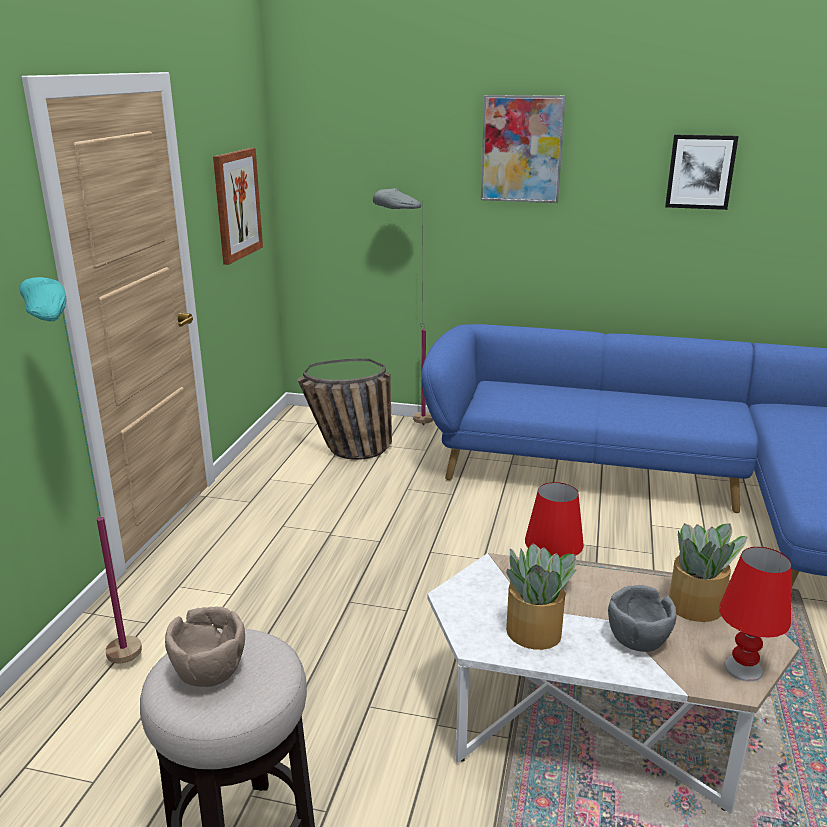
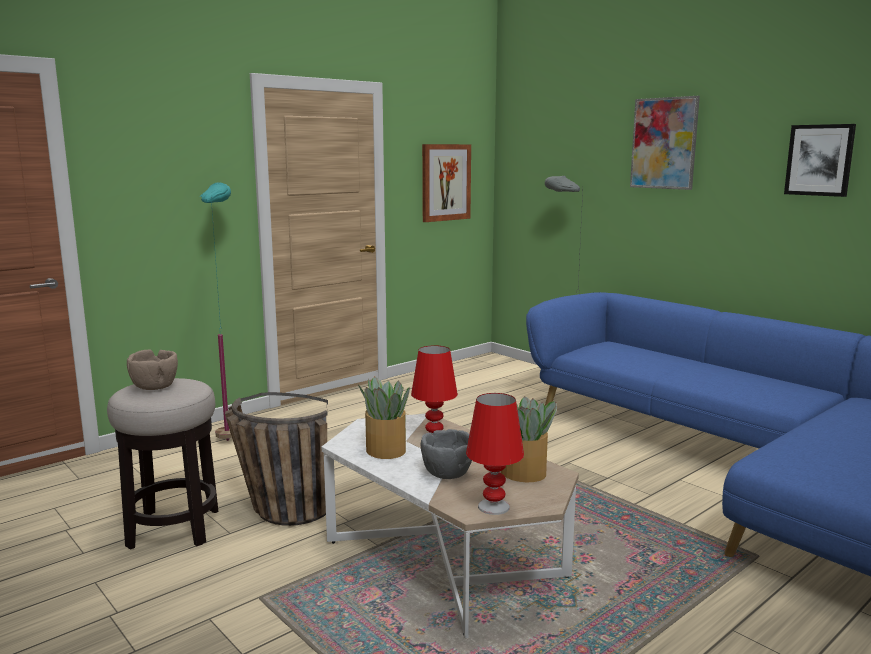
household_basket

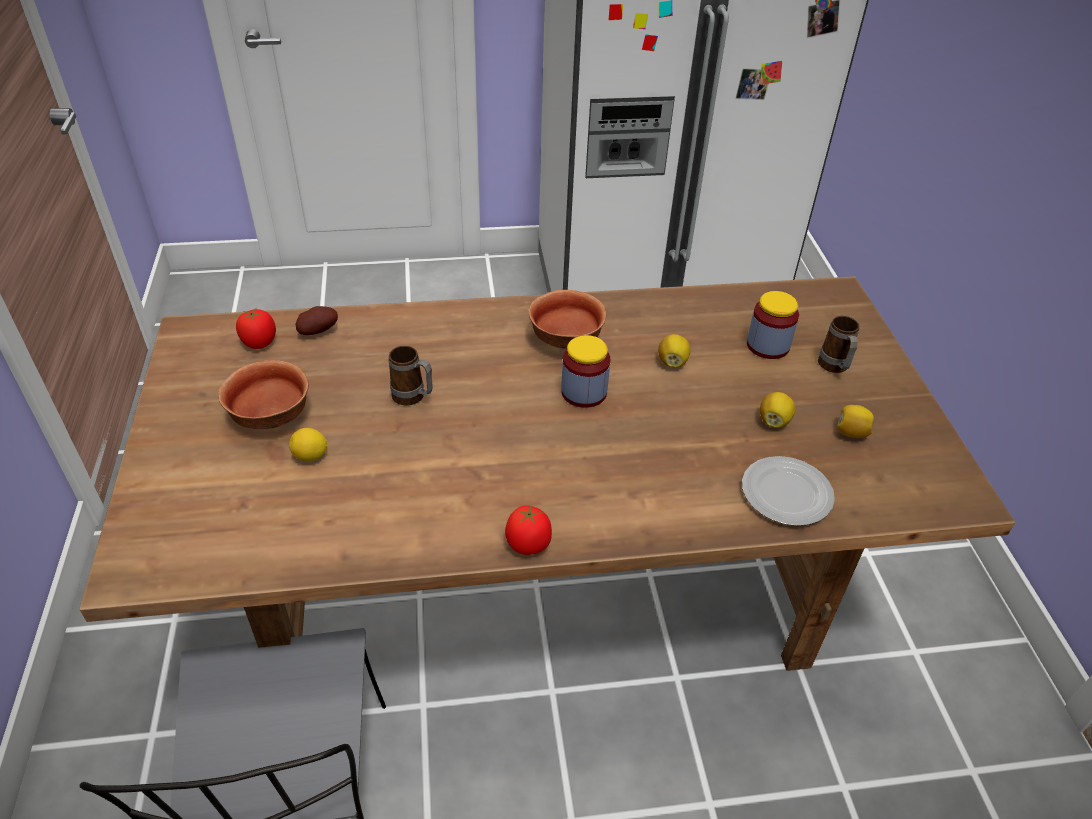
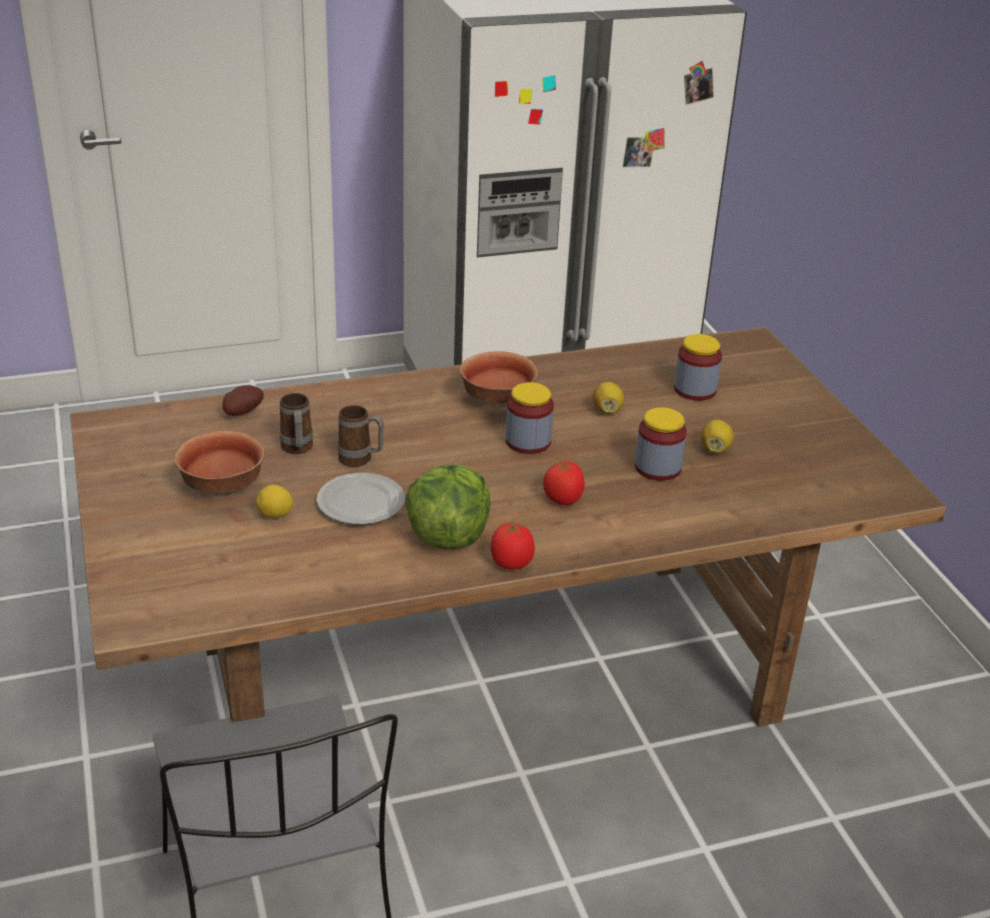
tea_mug (1st from left)
flat_dish
head_of_lettuce
fresh_tomato (2nd from left)
storage_jar (2nd from left)
whole_lemon (4th from left in the first image)

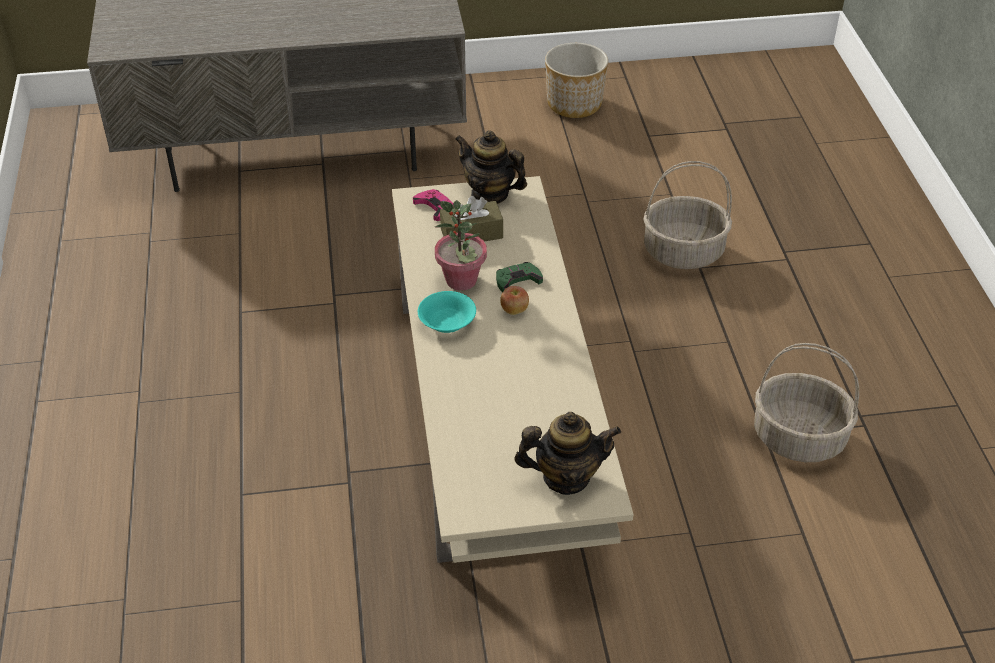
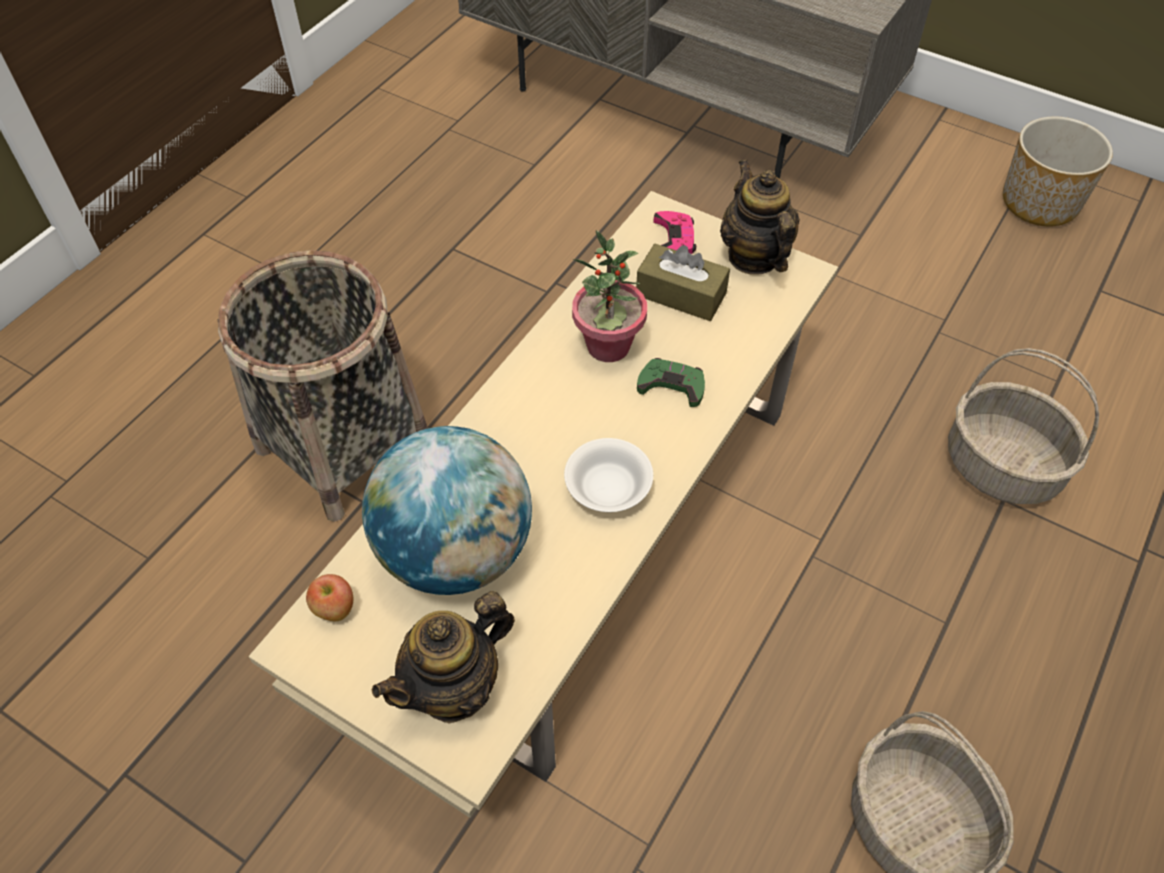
household_basket (1st from left)
apple
desk_globe
tea_pot (1st from left)
whitish_deep_dish
turquoise_deep_dish

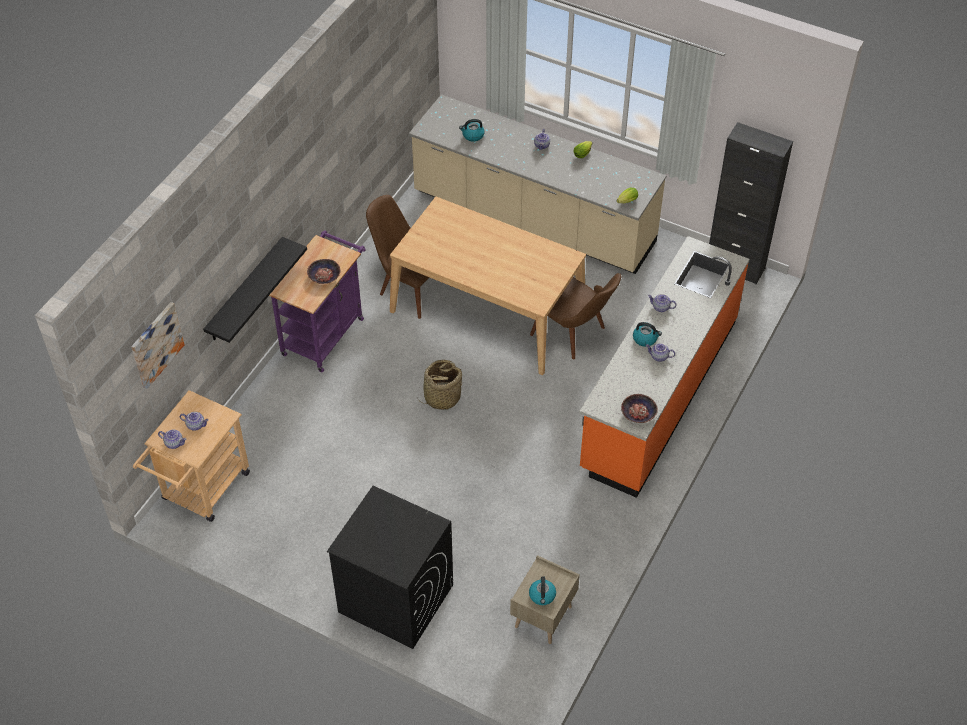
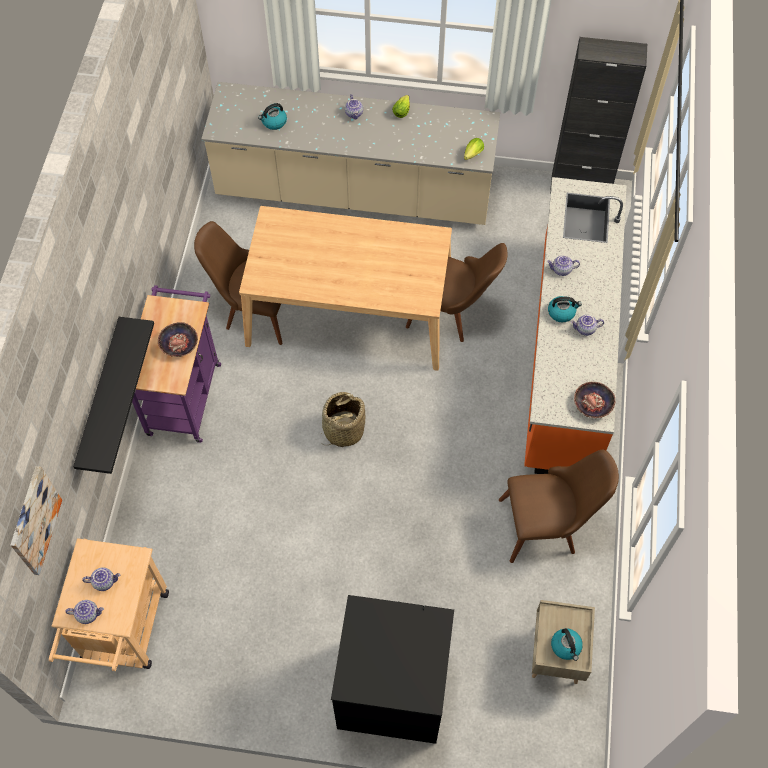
brownish_plain_chair (3rd from left)

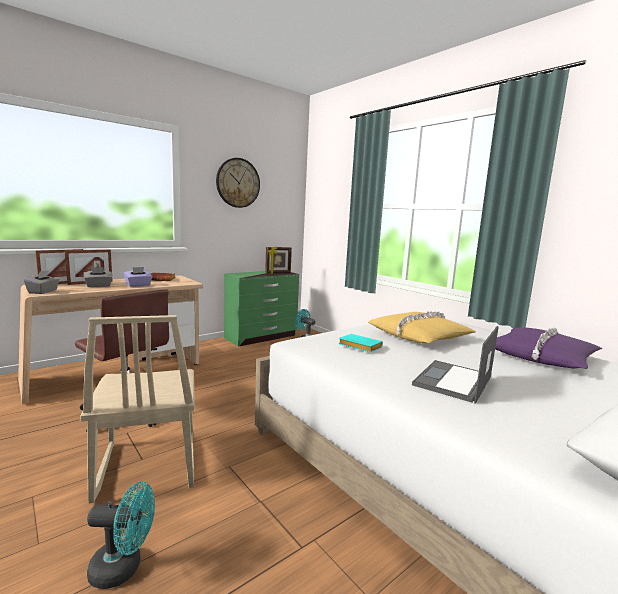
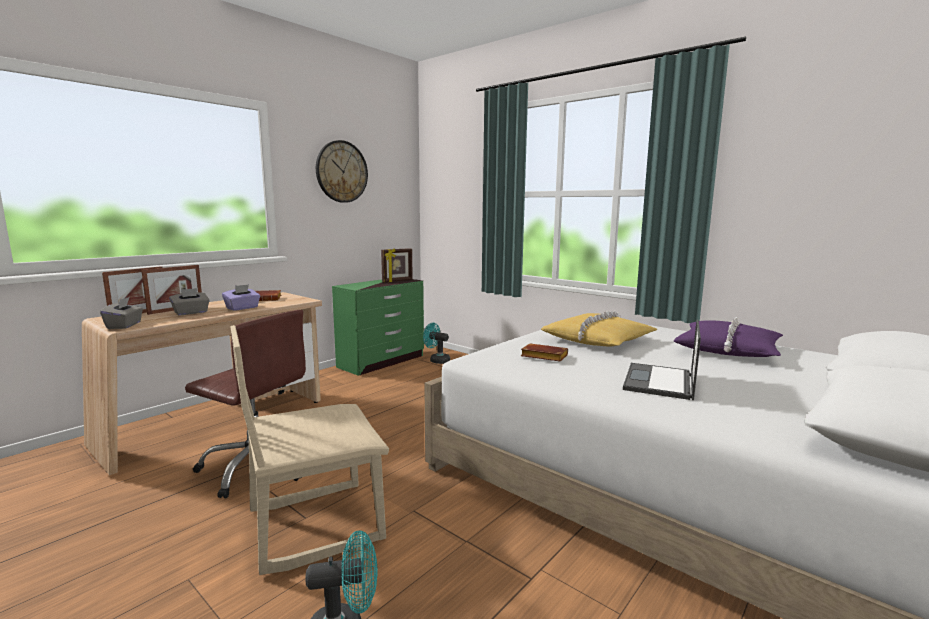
sand-coloured_plain_chair
brownish_book (2nd from left)

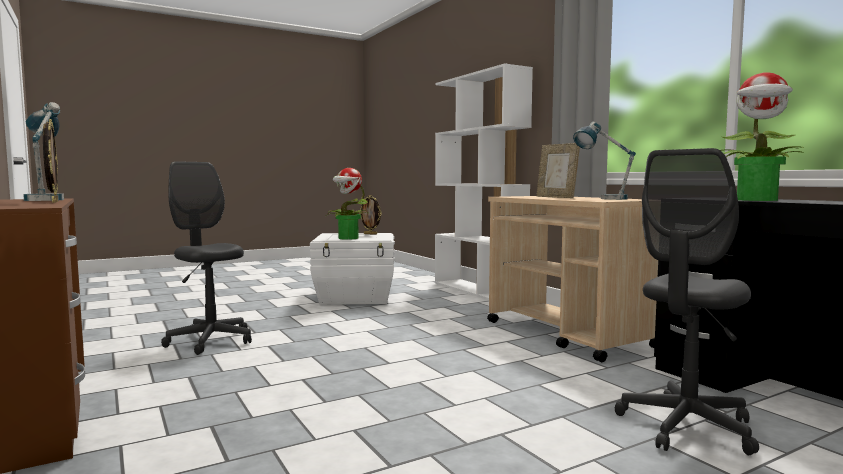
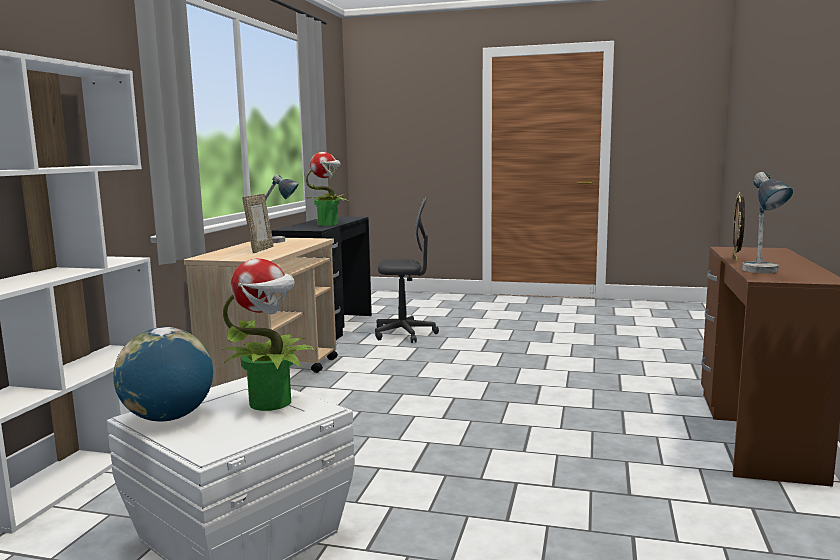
desk_globe
gray_computer_chair (1st from left in the first image)

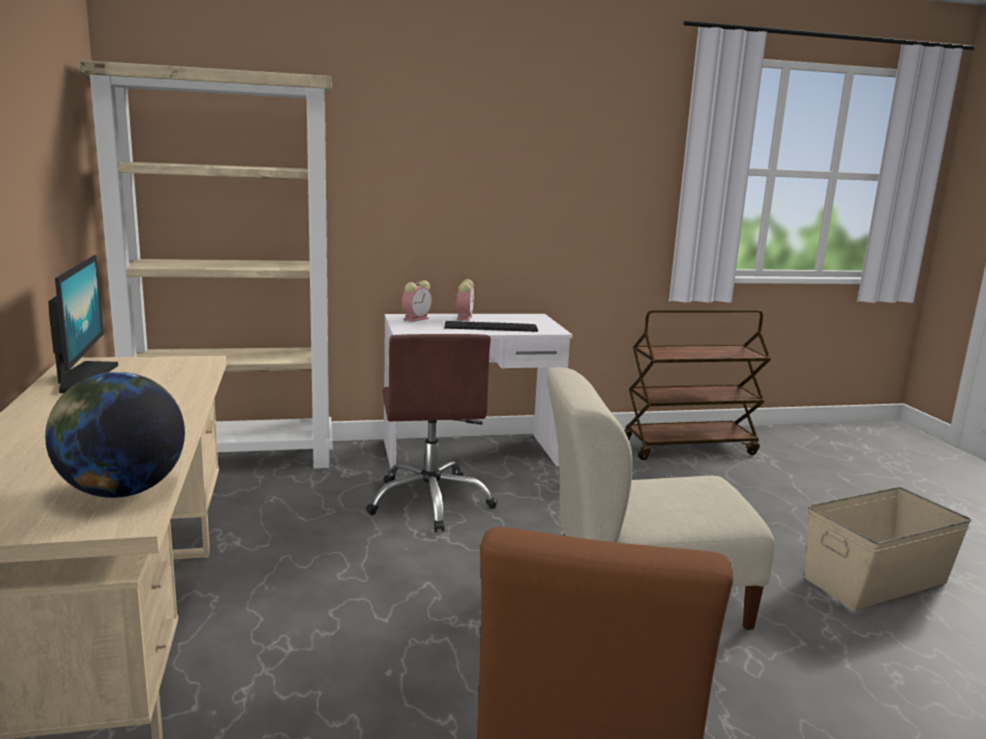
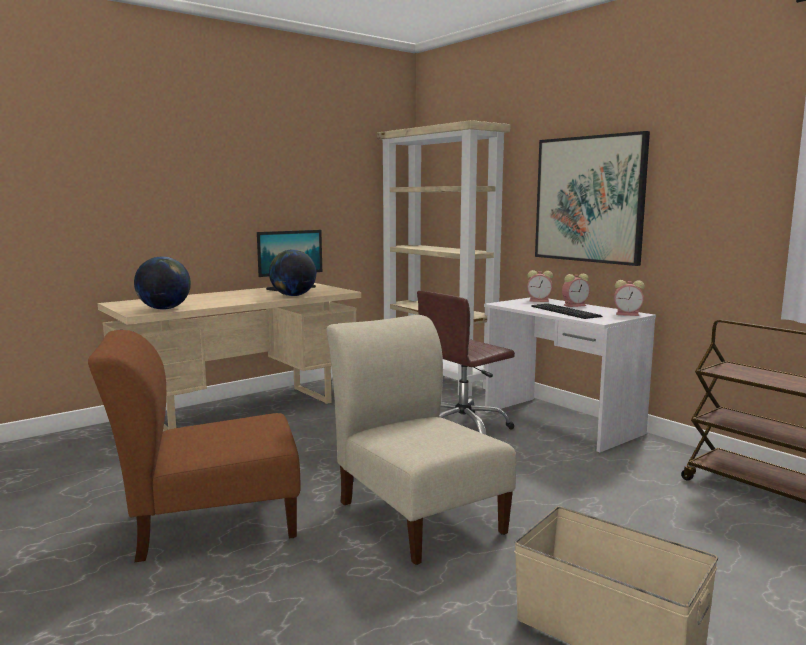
desk_globe (2nd from left)
wall_art
table_clock (3rd from left)

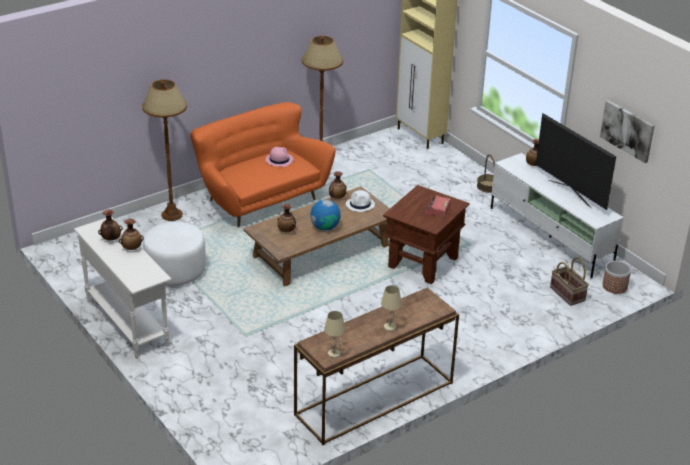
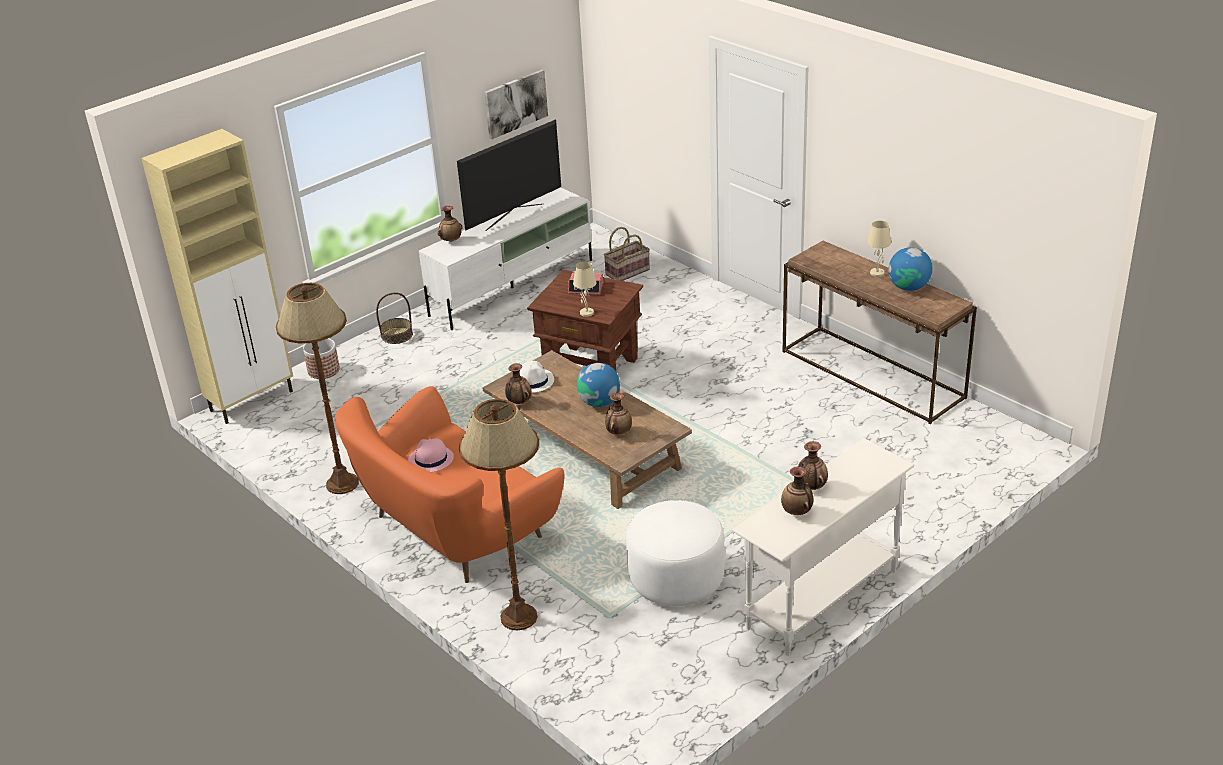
plant_pot
sand-coloured_table_lamp (1st from left)
desk_globe (2nd from left)

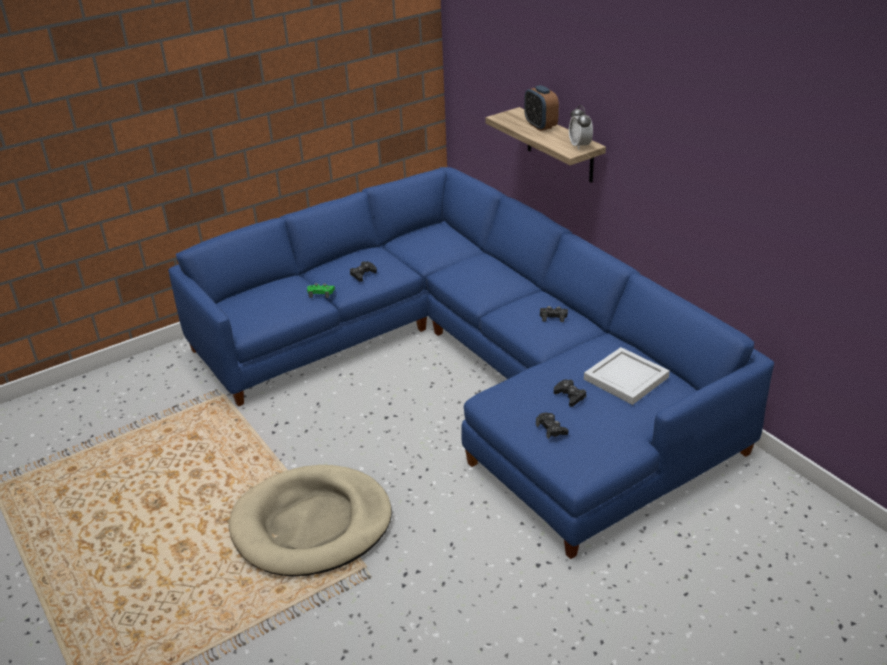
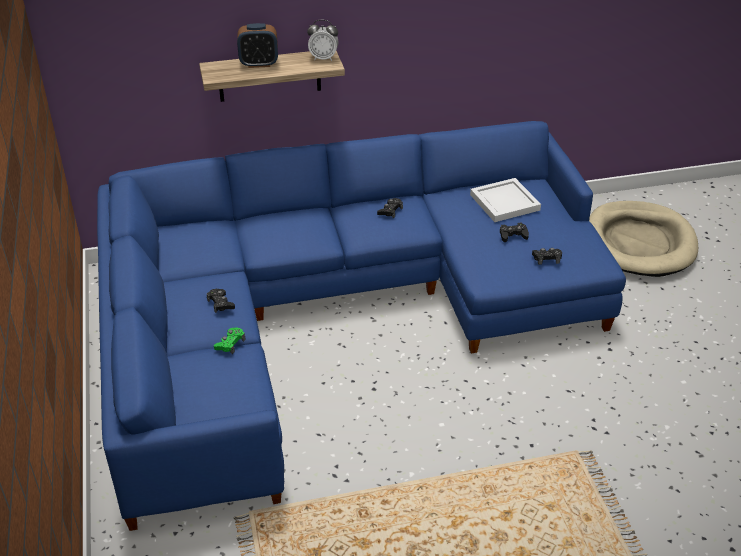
sand-coloured_pet_bed

